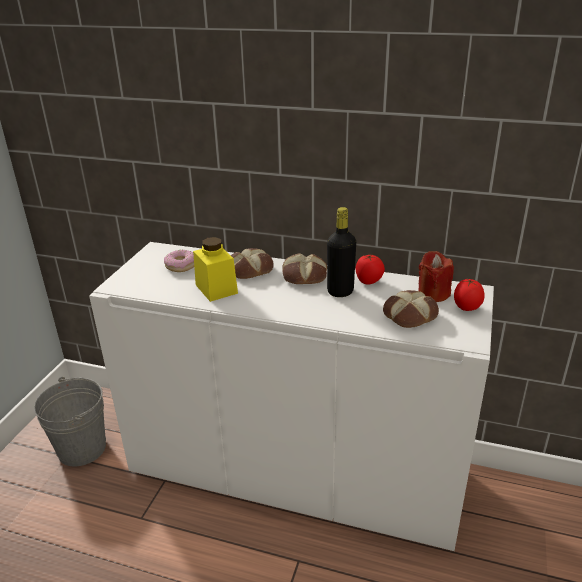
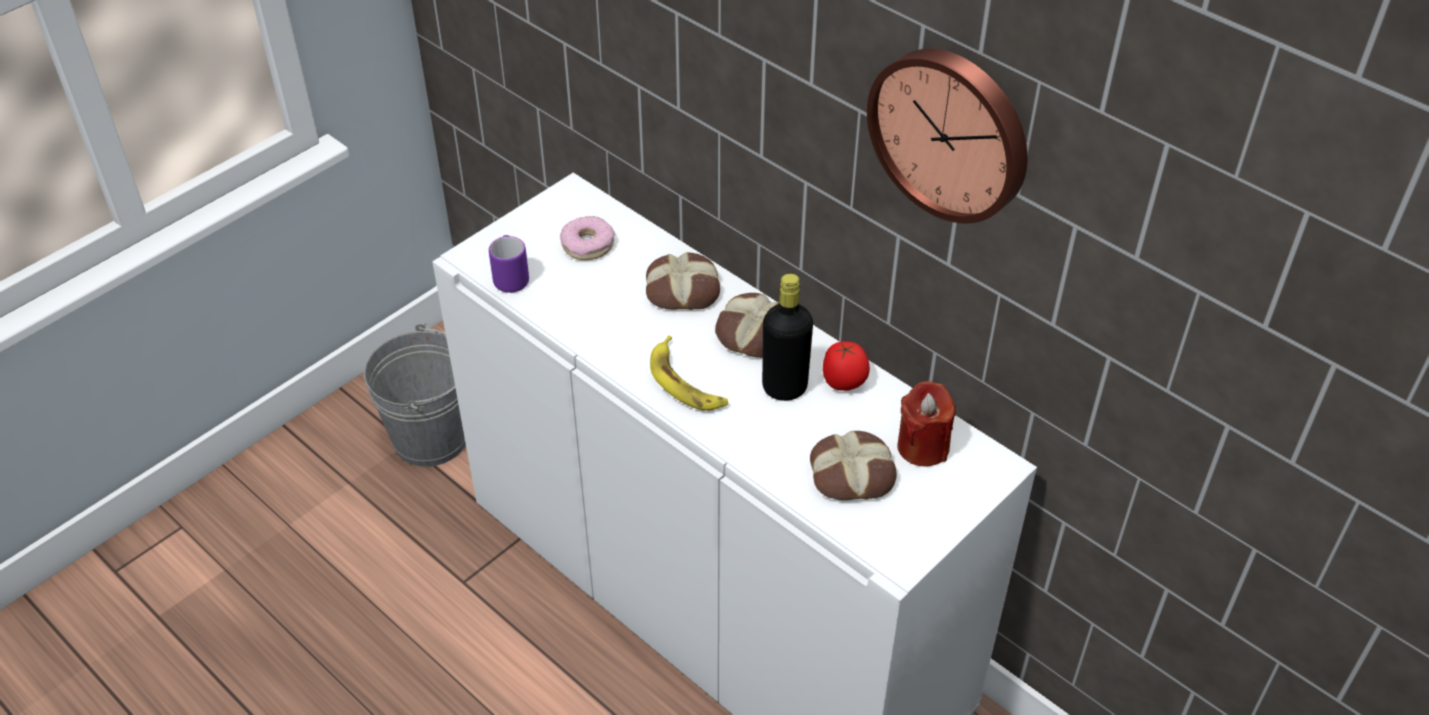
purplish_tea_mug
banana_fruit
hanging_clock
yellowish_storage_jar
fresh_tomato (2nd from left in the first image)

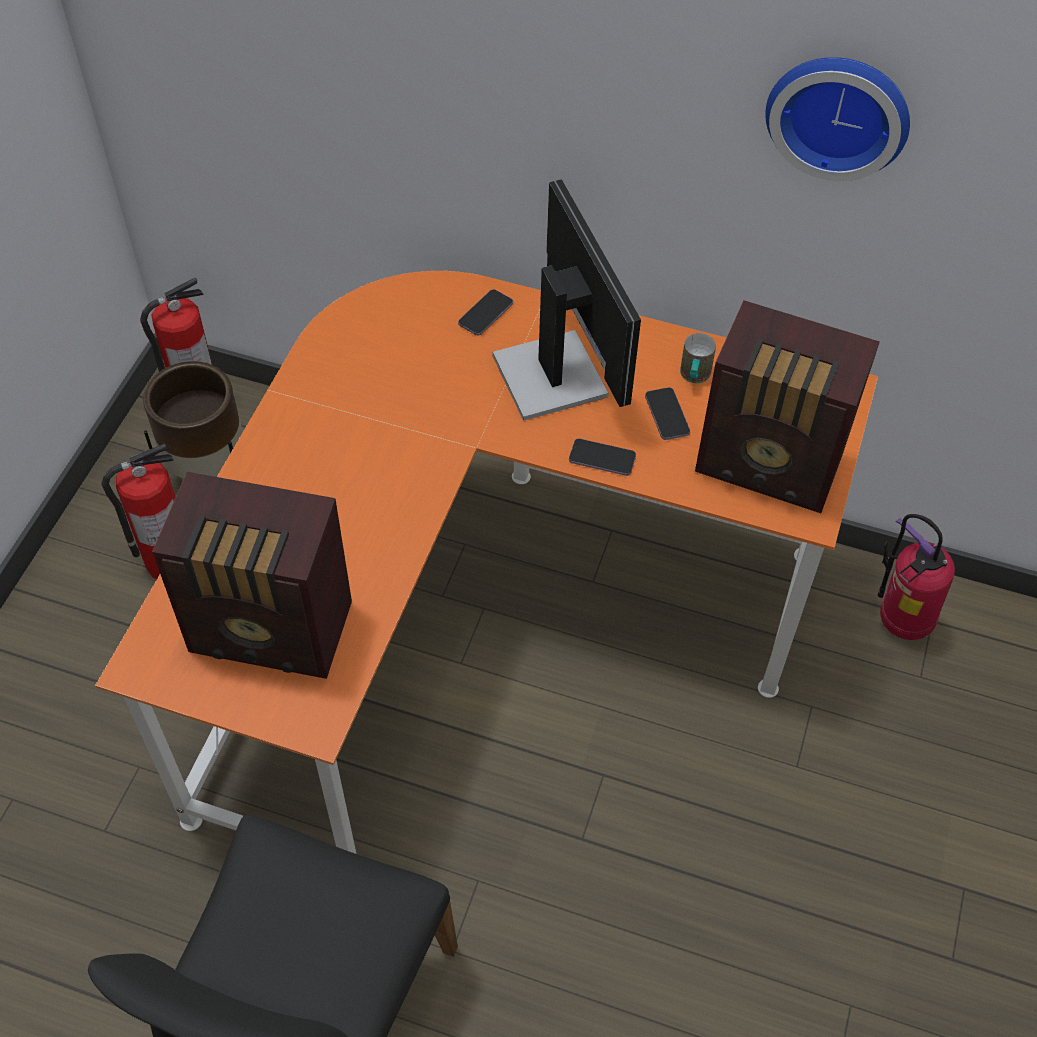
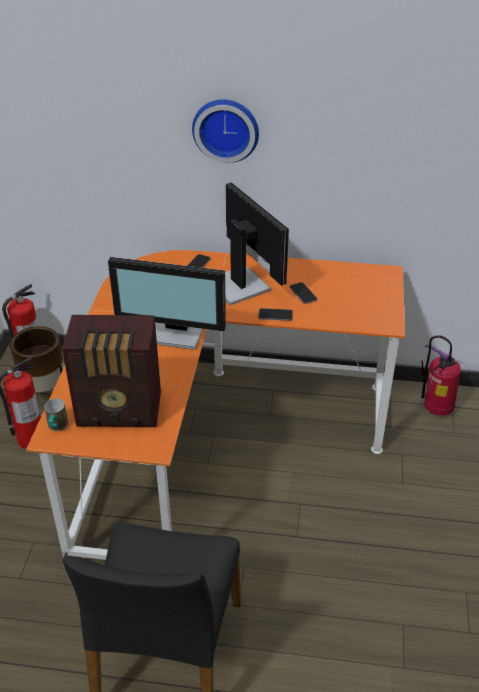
tea_mug
computer_screen (1st from left)
hanging_clock
radio_set (2nd from left in the first image)

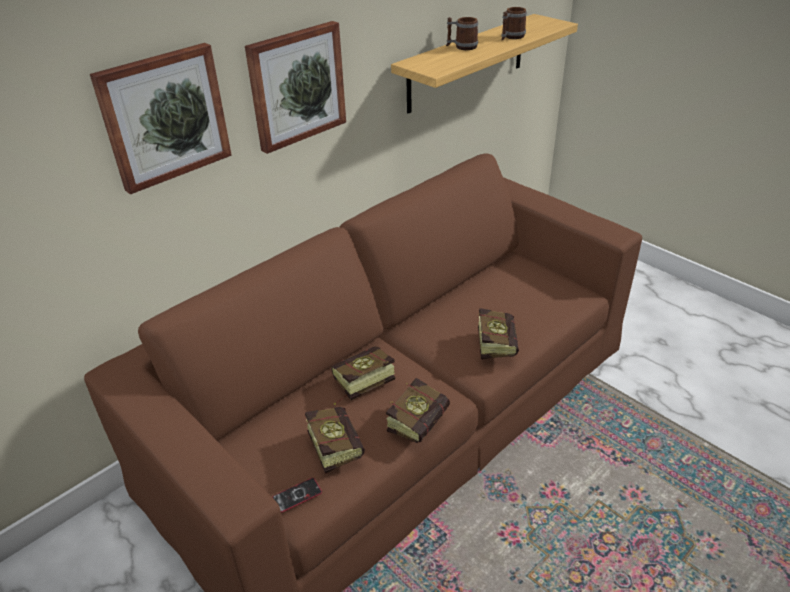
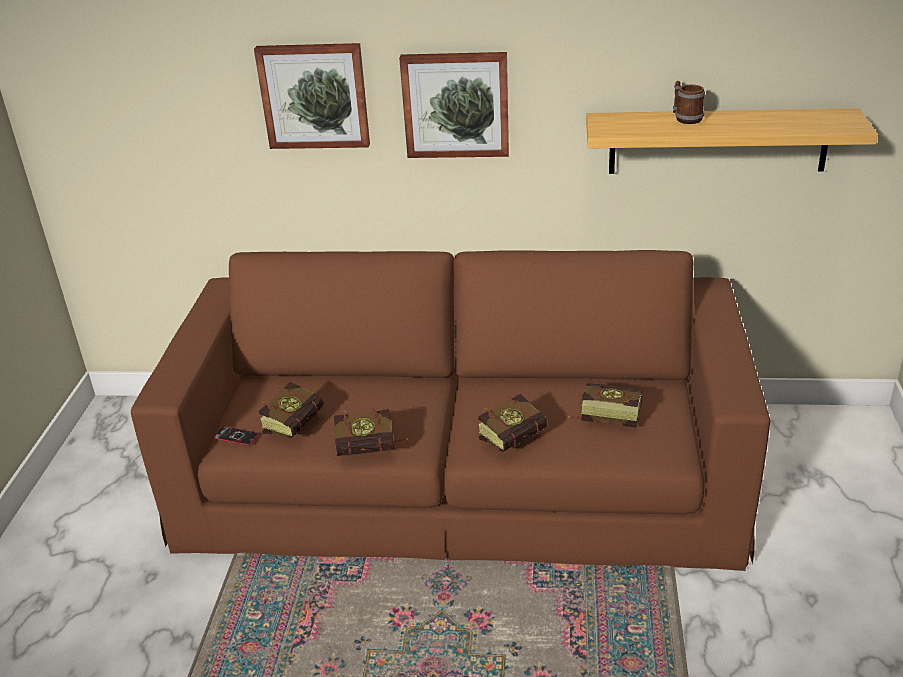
book (4th from left)
tea_mug (2nd from left in the first image)

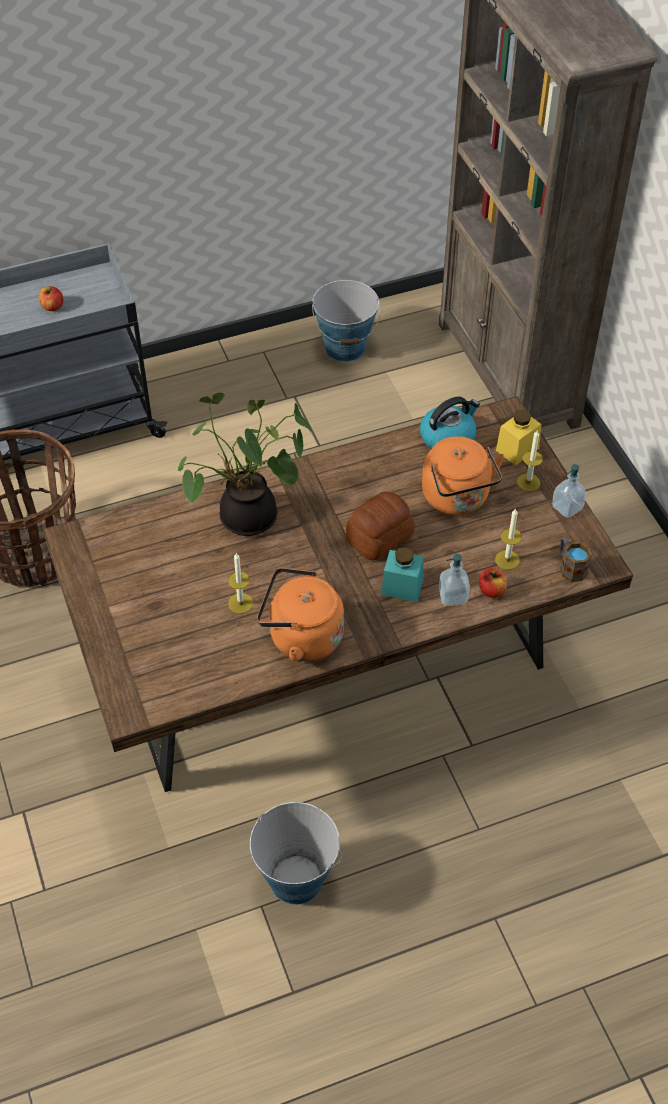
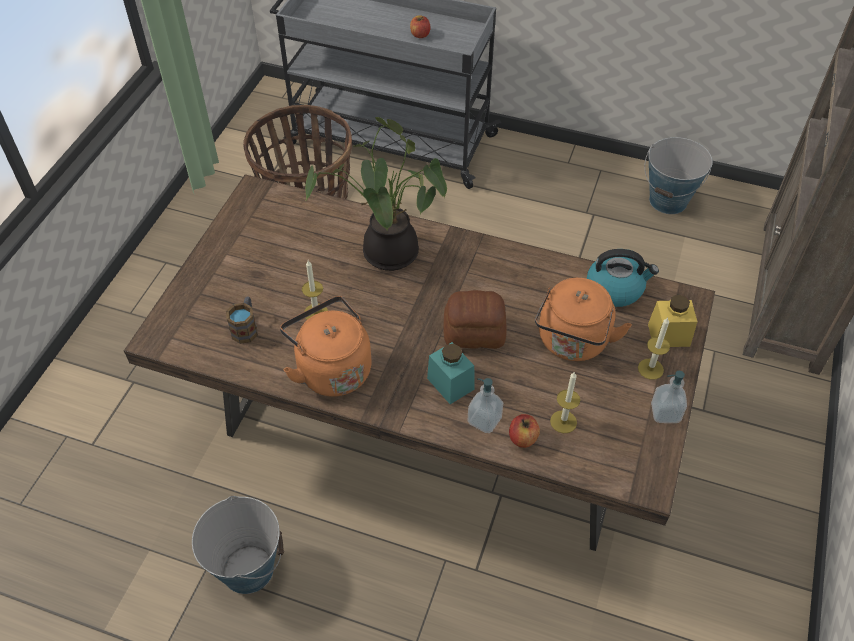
tea_mug

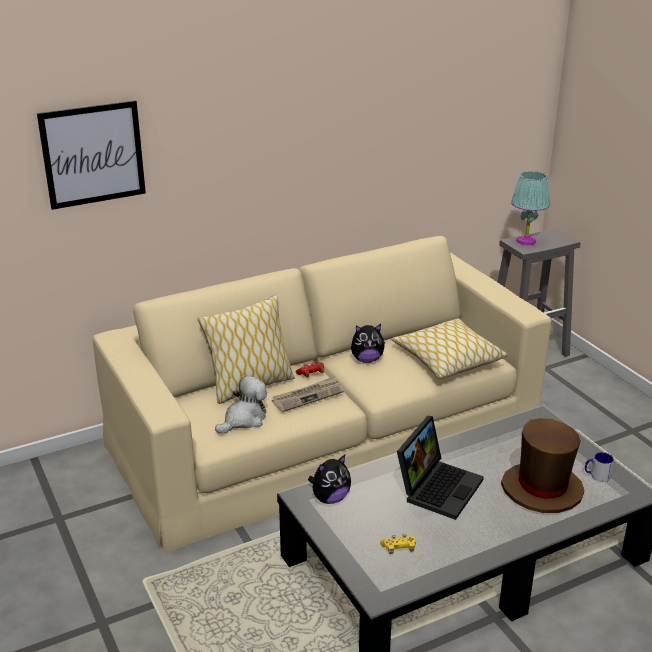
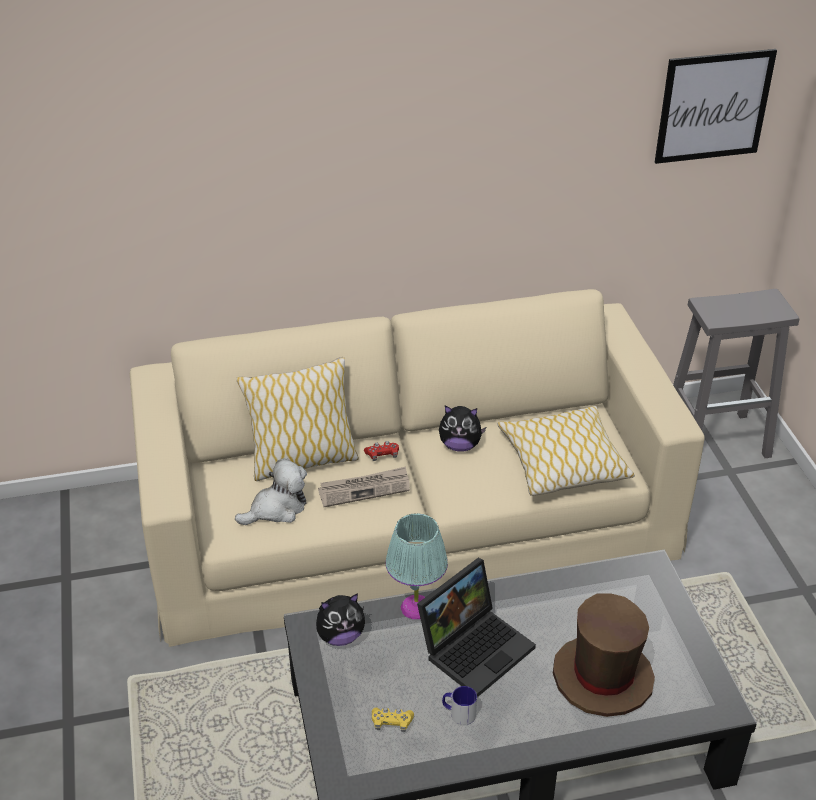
turquoise_table_lamp
tea_mug
wall_art

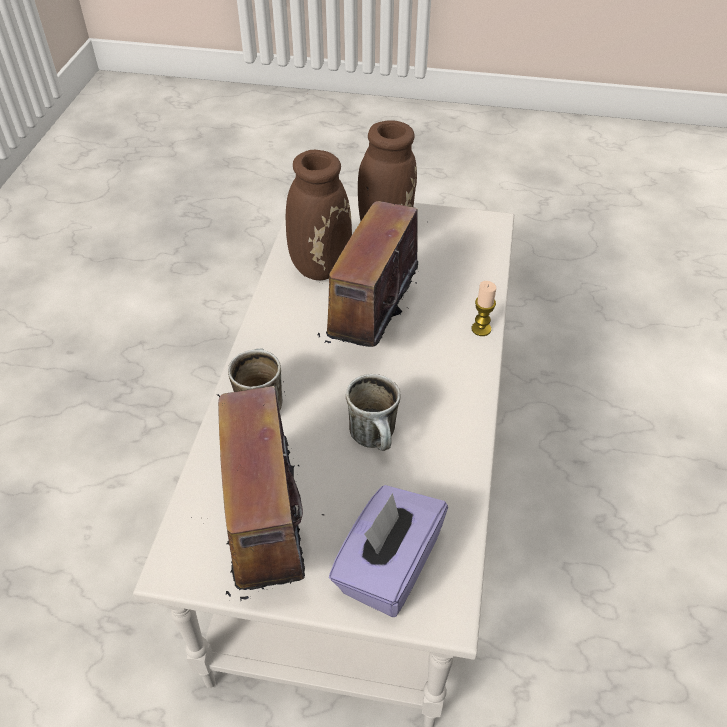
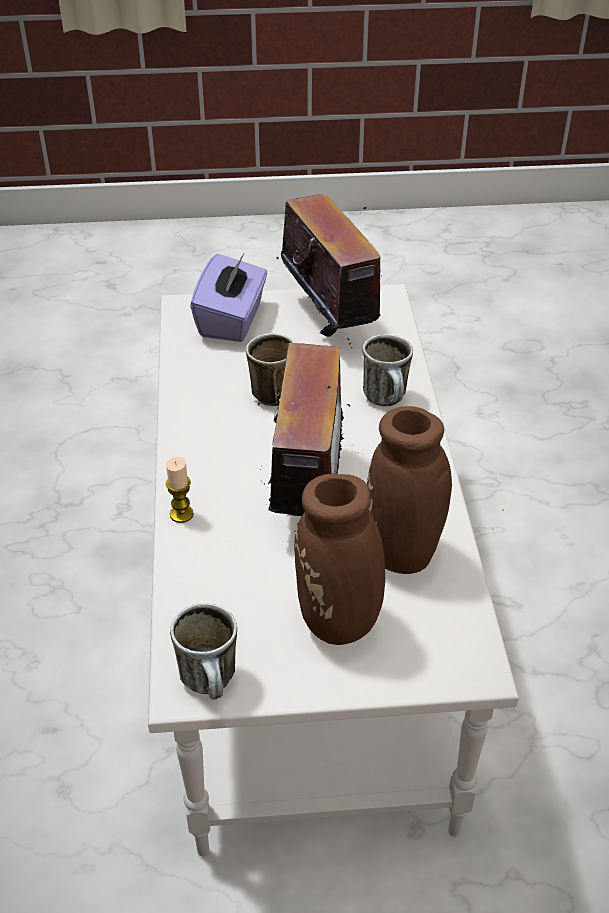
tea_mug (1st from left)

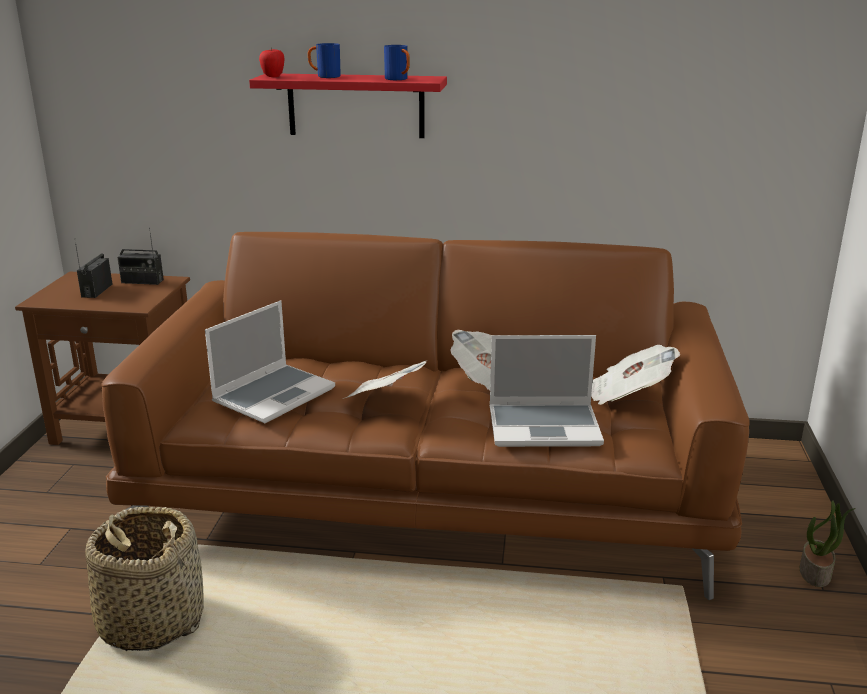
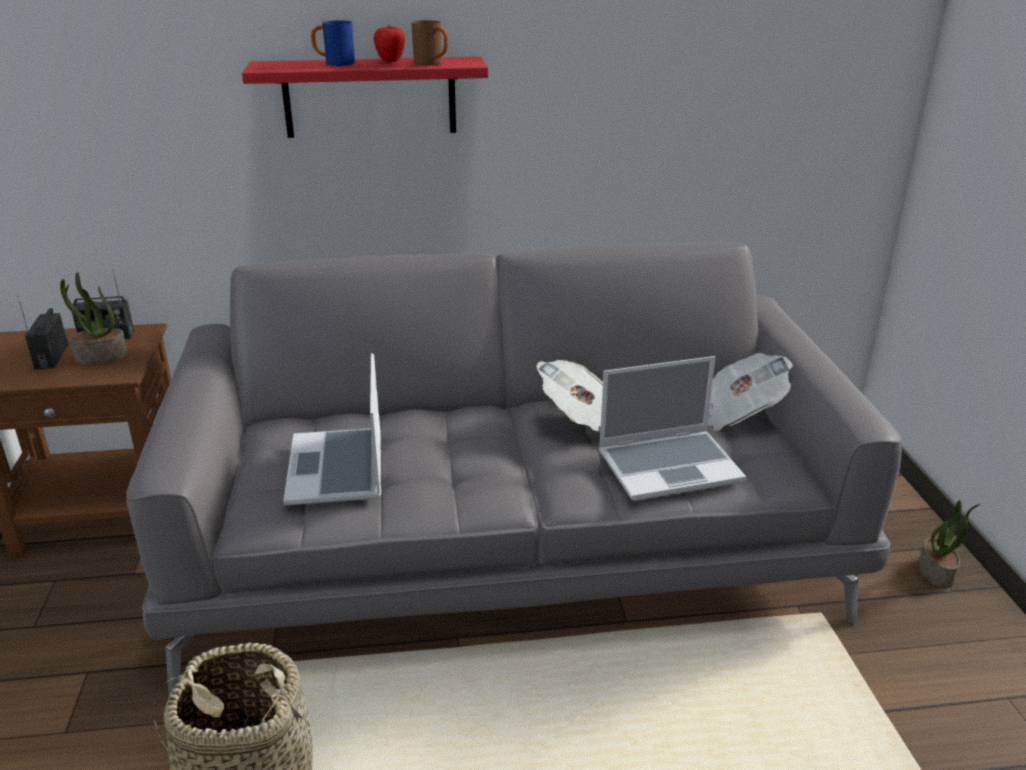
plant_in_a_pot (1st from left)
gray_sofa
notebook_computer (1st from left)
apple
brownish_tea_mug
printed_paper (1st from left in the first image)

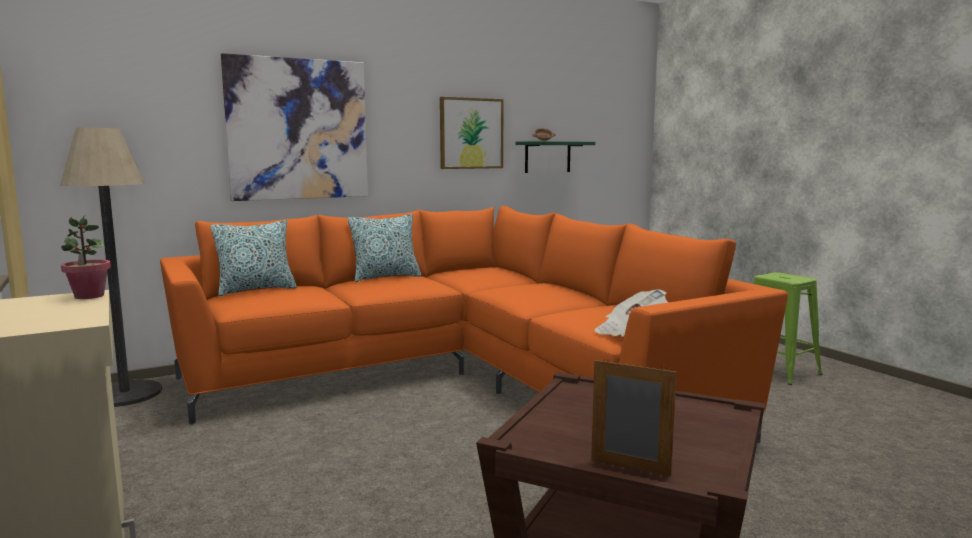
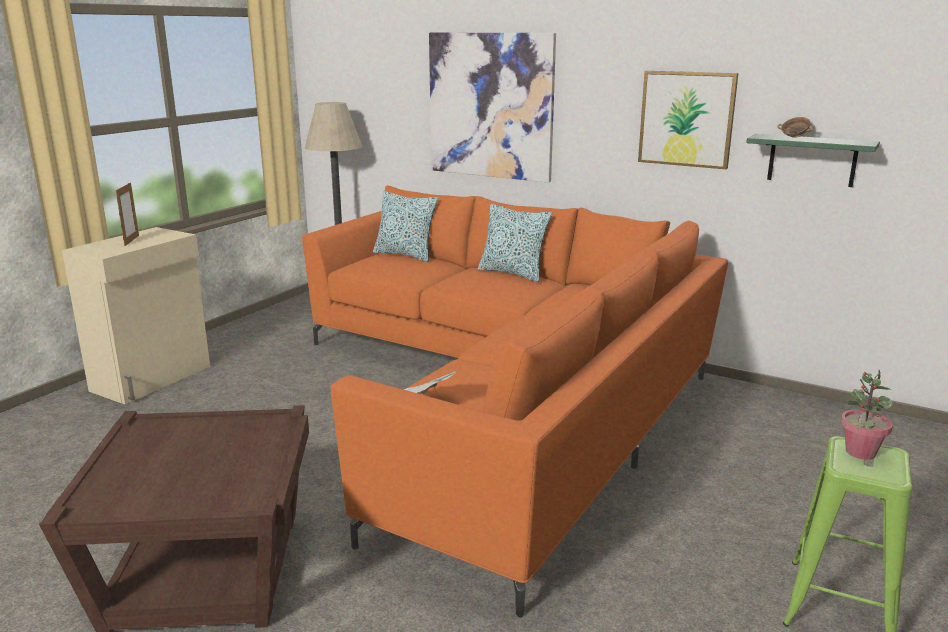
standing_frame
plant_in_a_pot

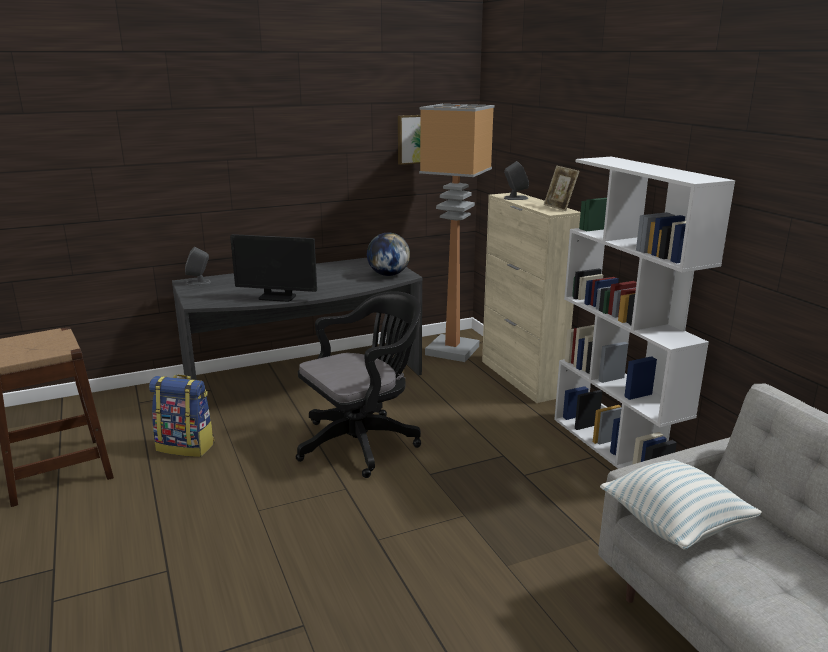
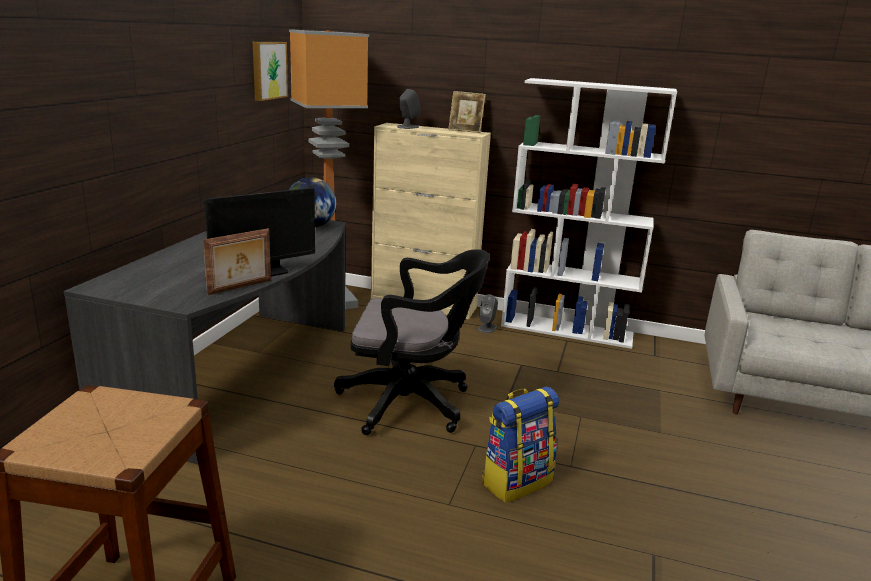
standing_frame (1st from left)
black-coloured_computer_chair
gray_speaker (2nd from left)
knapsack
throw_pillow

